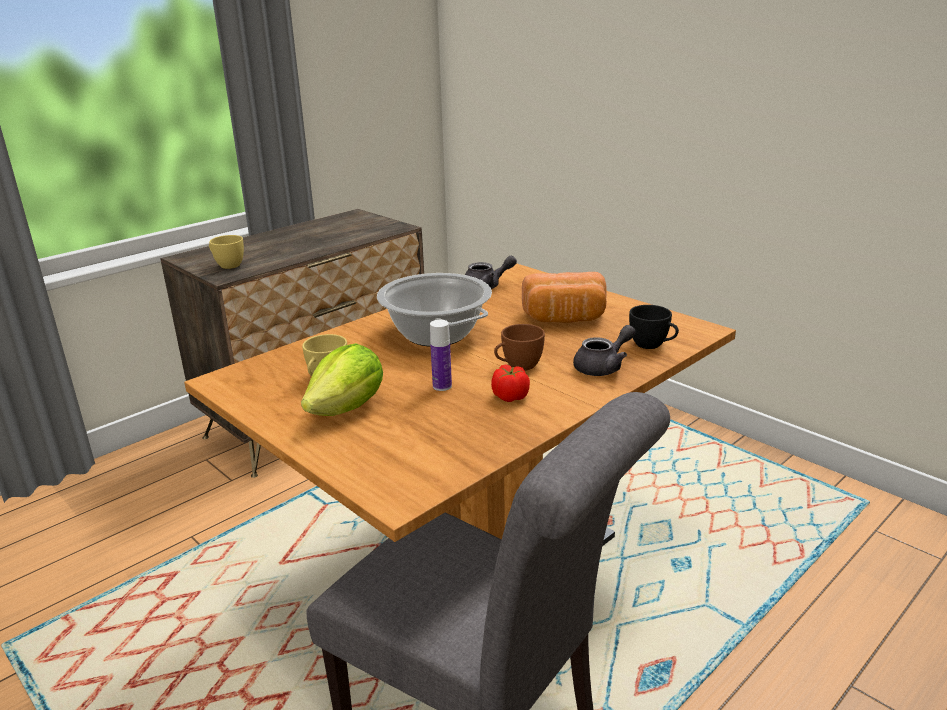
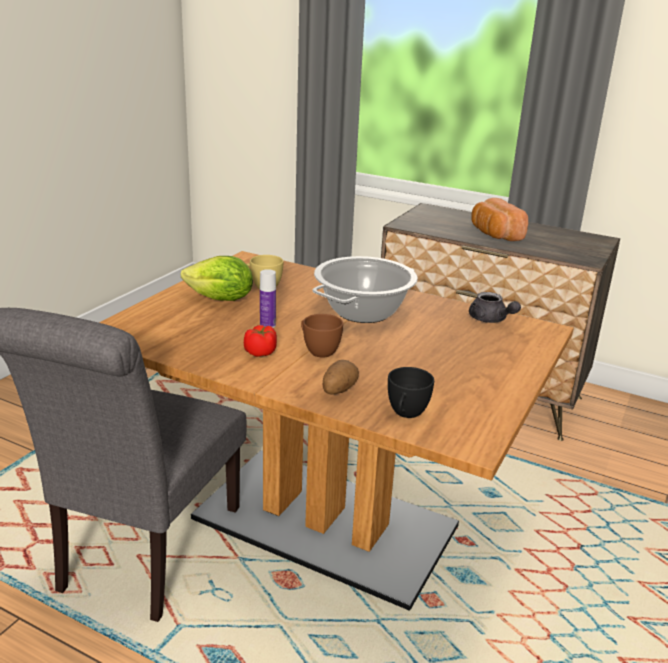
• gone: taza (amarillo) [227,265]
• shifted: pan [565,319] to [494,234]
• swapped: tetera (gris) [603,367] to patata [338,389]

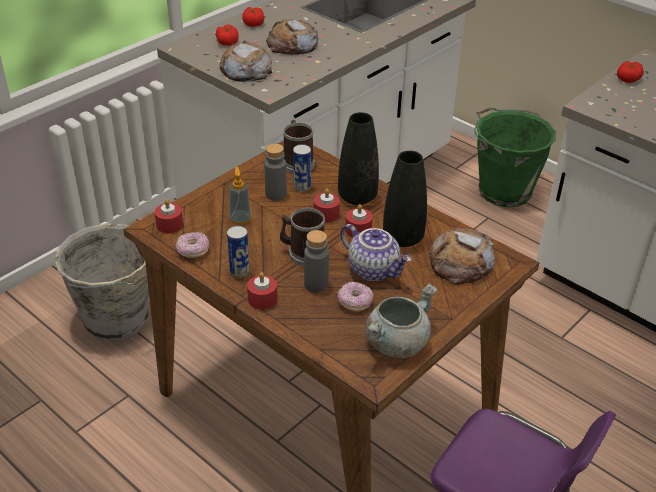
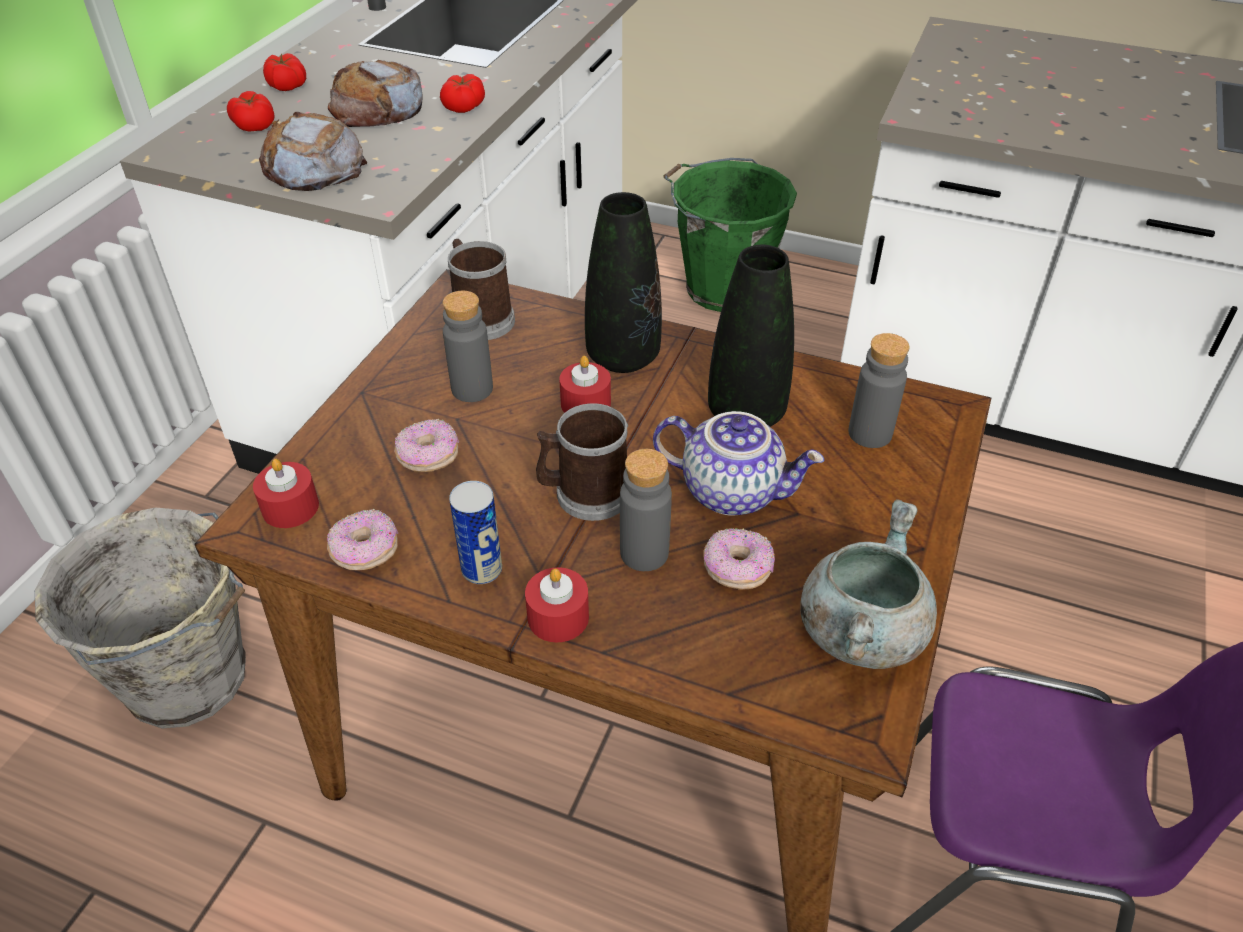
• swapped: dispensador de jabón [240,219] to rosquilla [428,457]
• gone: lata [302,187]
• gone: vela (rojo) [358,230]
• swapped: pan [460,262] to botella (gris) [870,433]
• shifted: tomate [628,79] to [464,106]

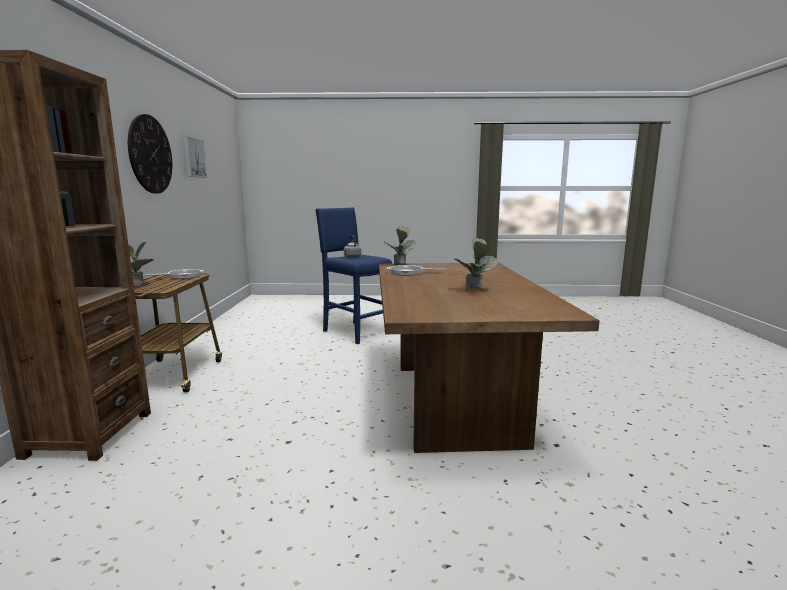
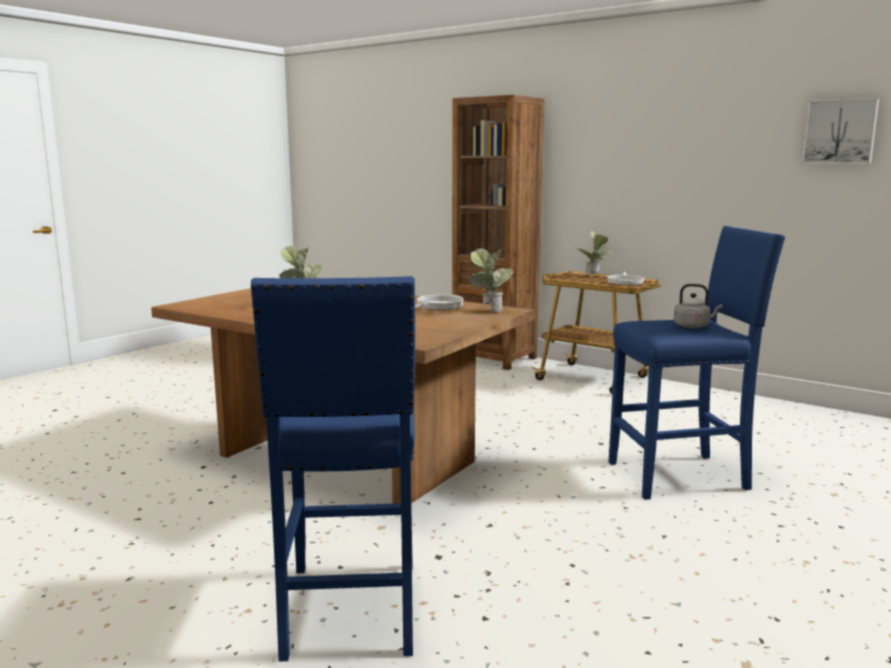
• gone: reloj de pared [150,154]
• new: taburete (azul) [350,611]

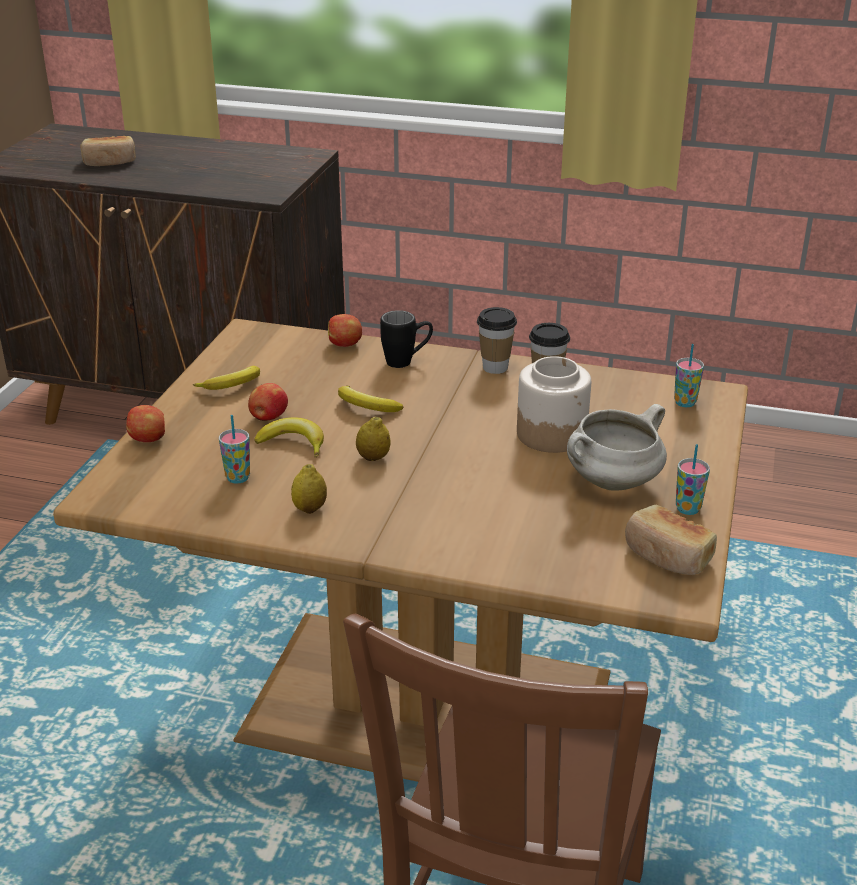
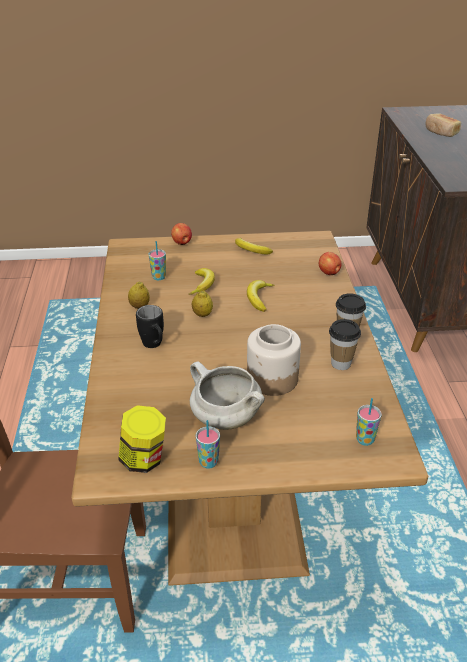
• gone: manzana [268,418]
• shifted: taza grande (negro) [407,361] to [154,346]
• swapped: pan [667,556] to tarro [144,459]

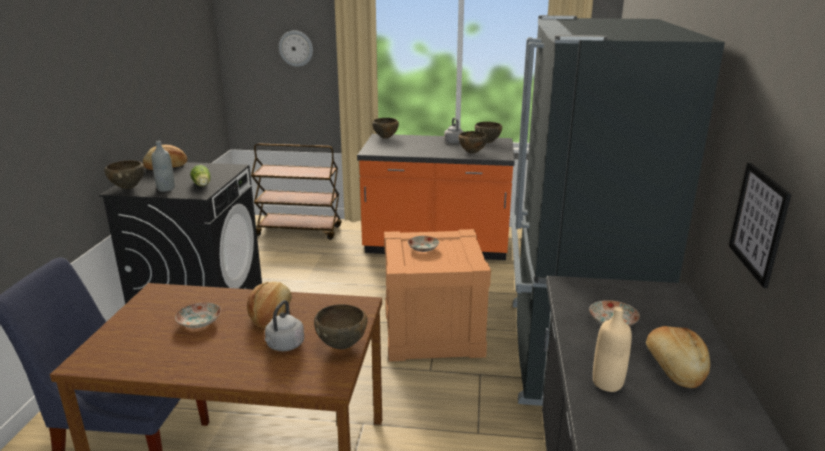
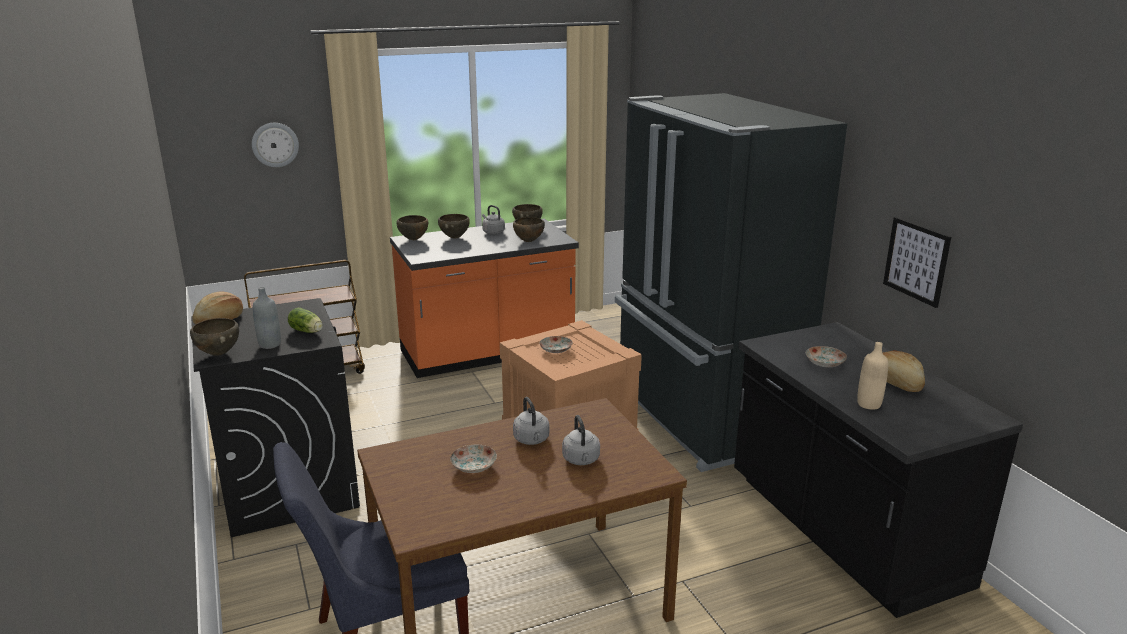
• swapped: pan [271,315] to hervidor (gris) [532,440]
• shifted: cuenco (marrón) [342,346] to [455,237]

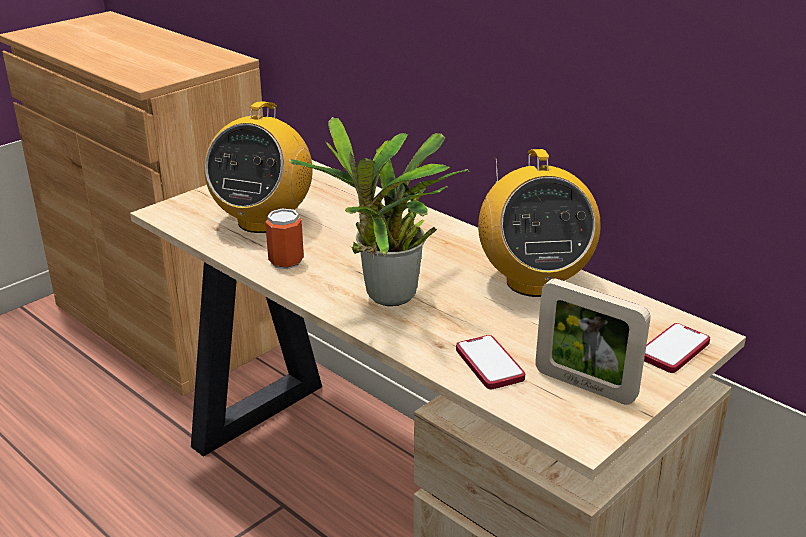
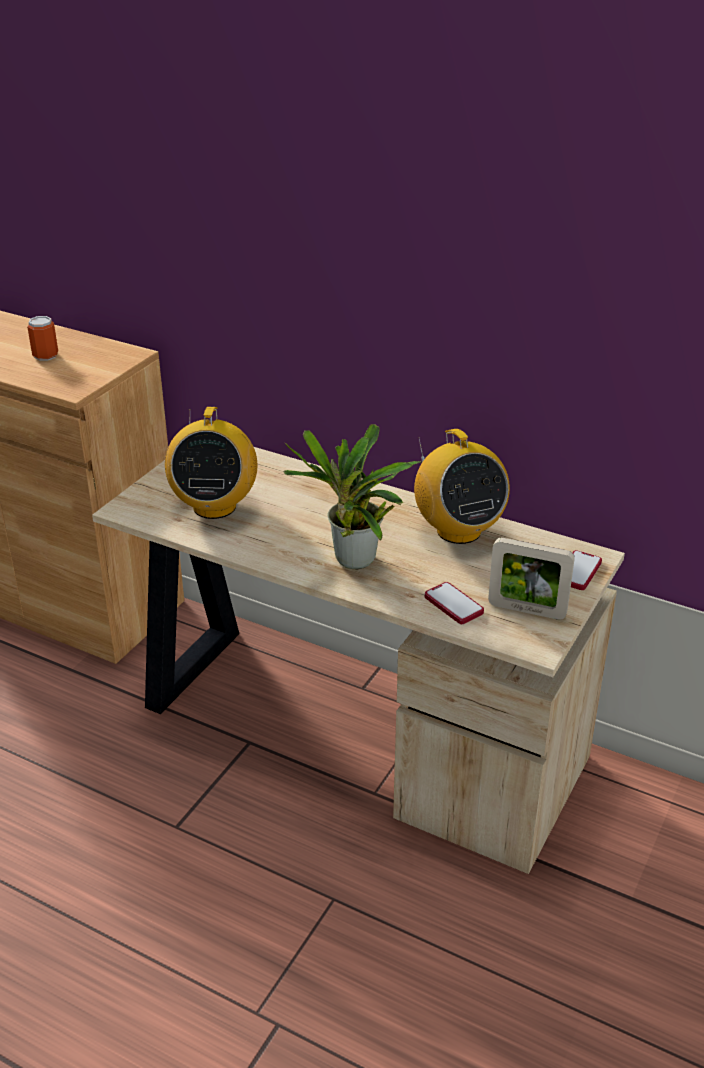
• shifted: lata [286,261] to [45,355]

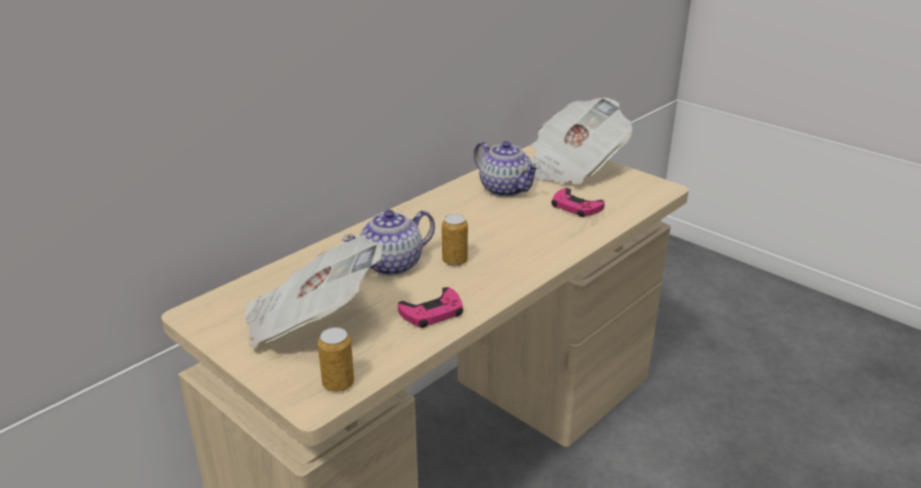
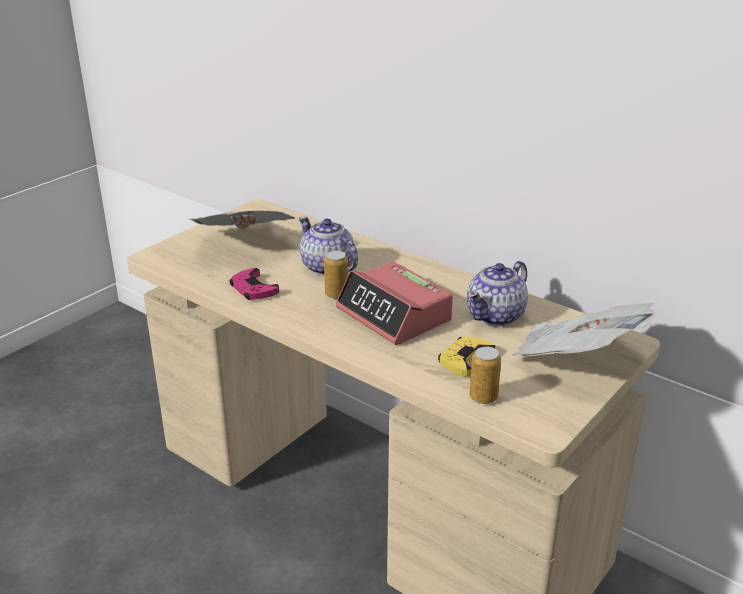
• shifted: lata [338,384] to [483,397]
• repainted: mando de consola (rosa) [575,207] to mando de consola (amarillo) [465,360]
• new: despertador [394,315]

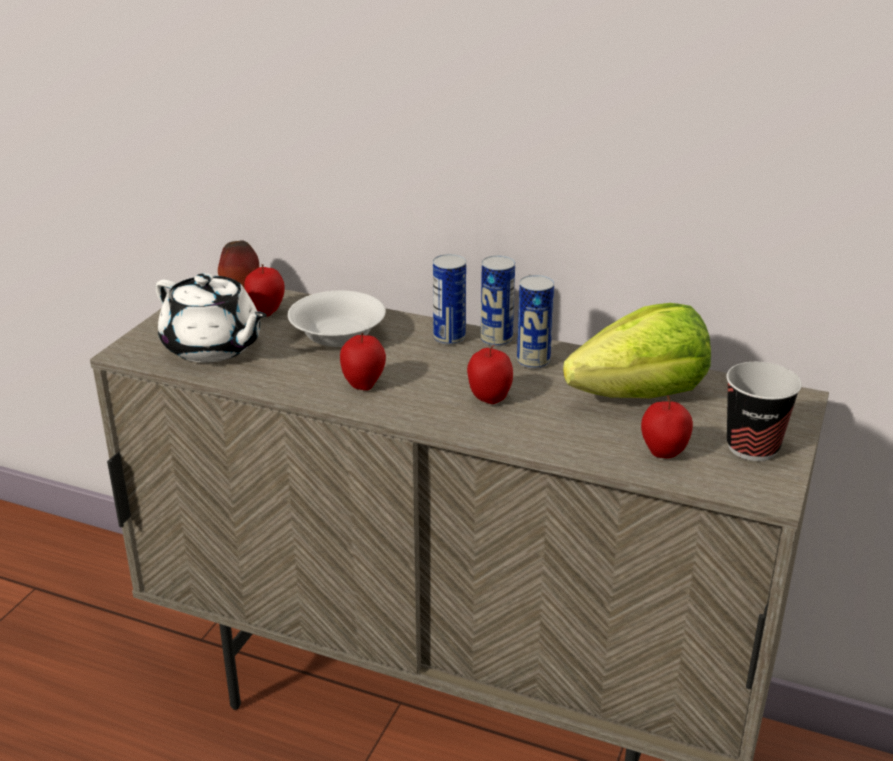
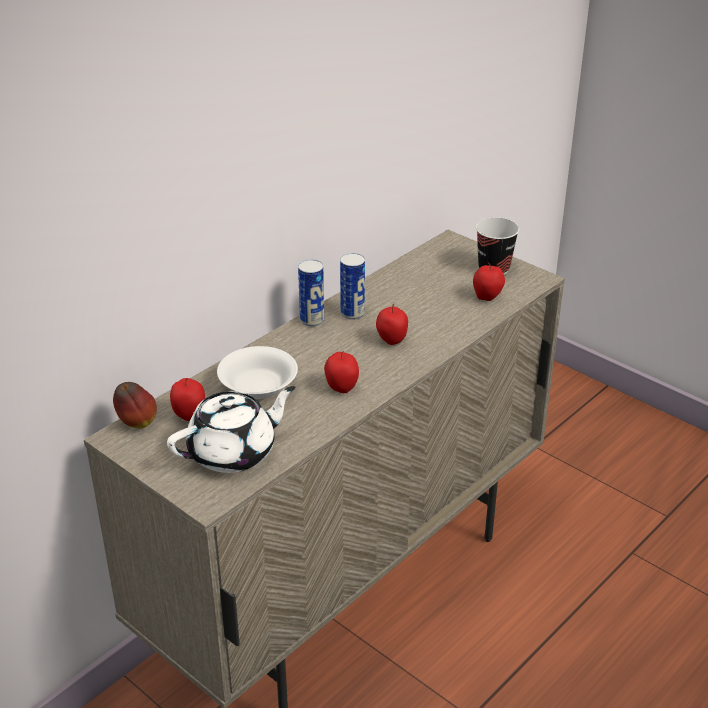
• gone: lata [449,338]
• gone: lechuga [641,396]

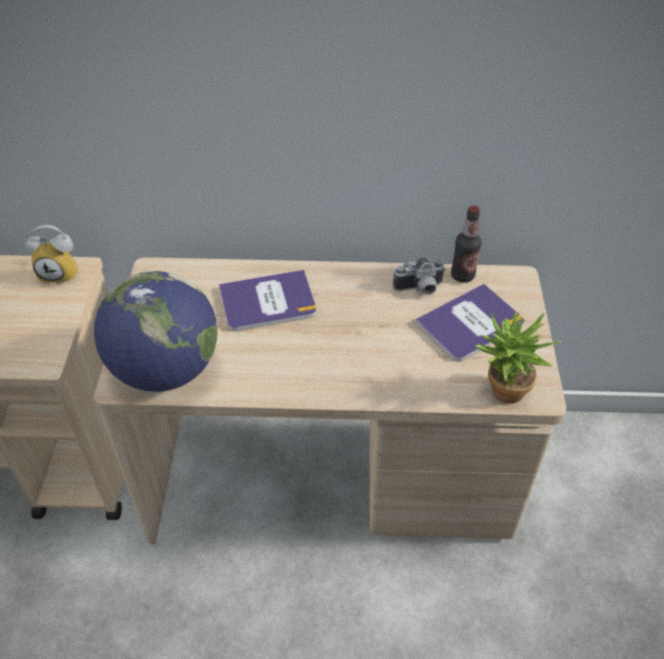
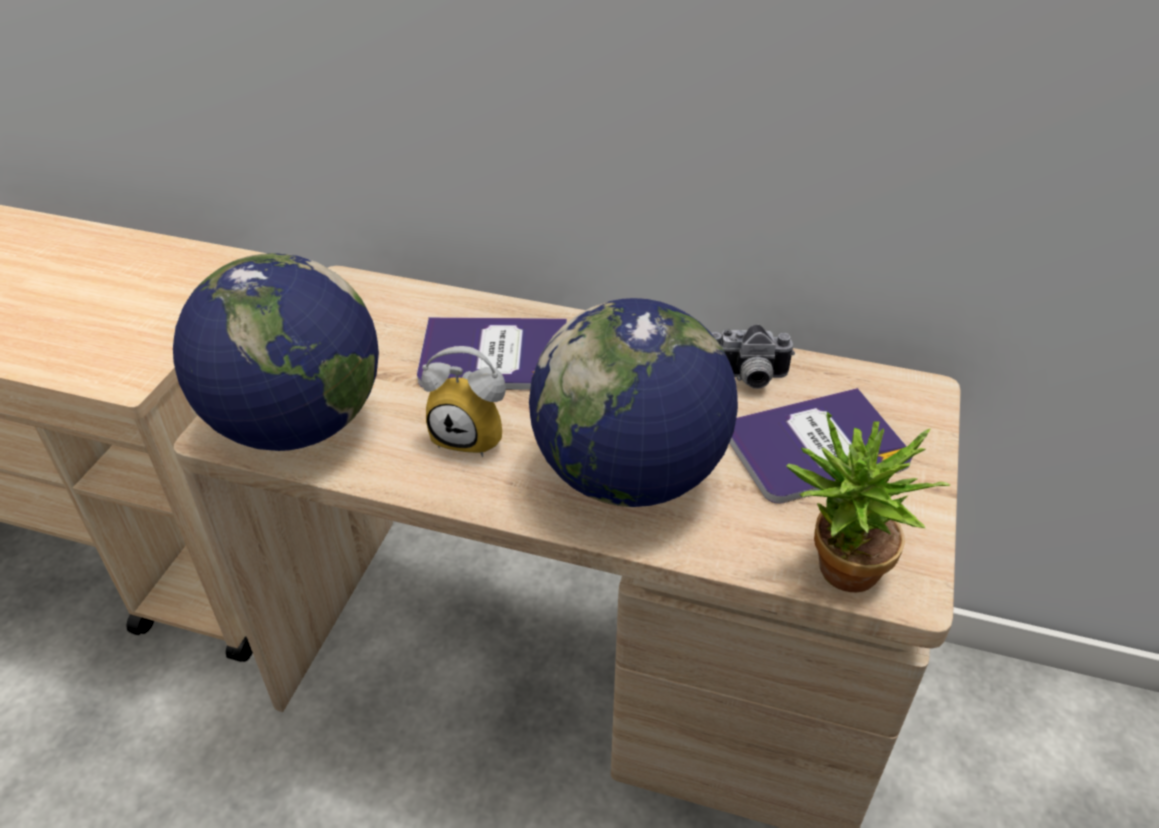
• shifted: despertador [62,273] to [473,435]
• gone: botella [462,275]
• new: globo terráqueo [629,475]

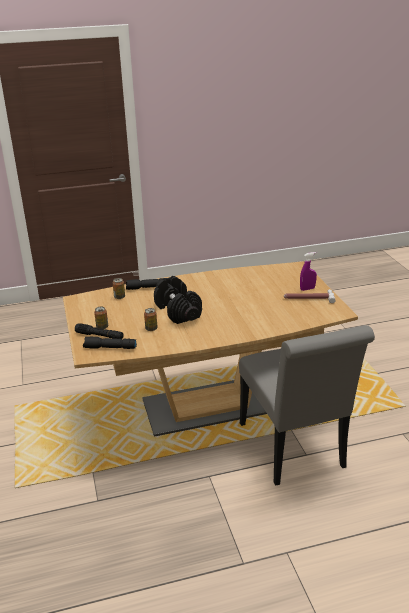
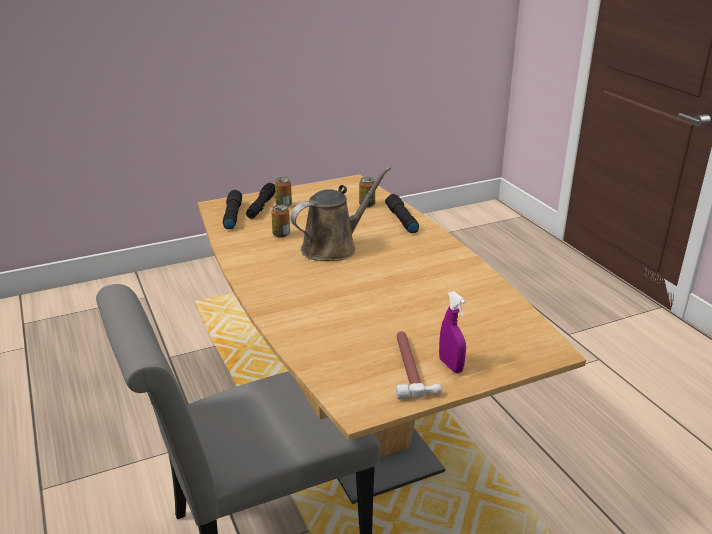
• swapped: mancuerna (negro) [177,311] to regadera (marrón) [333,247]

